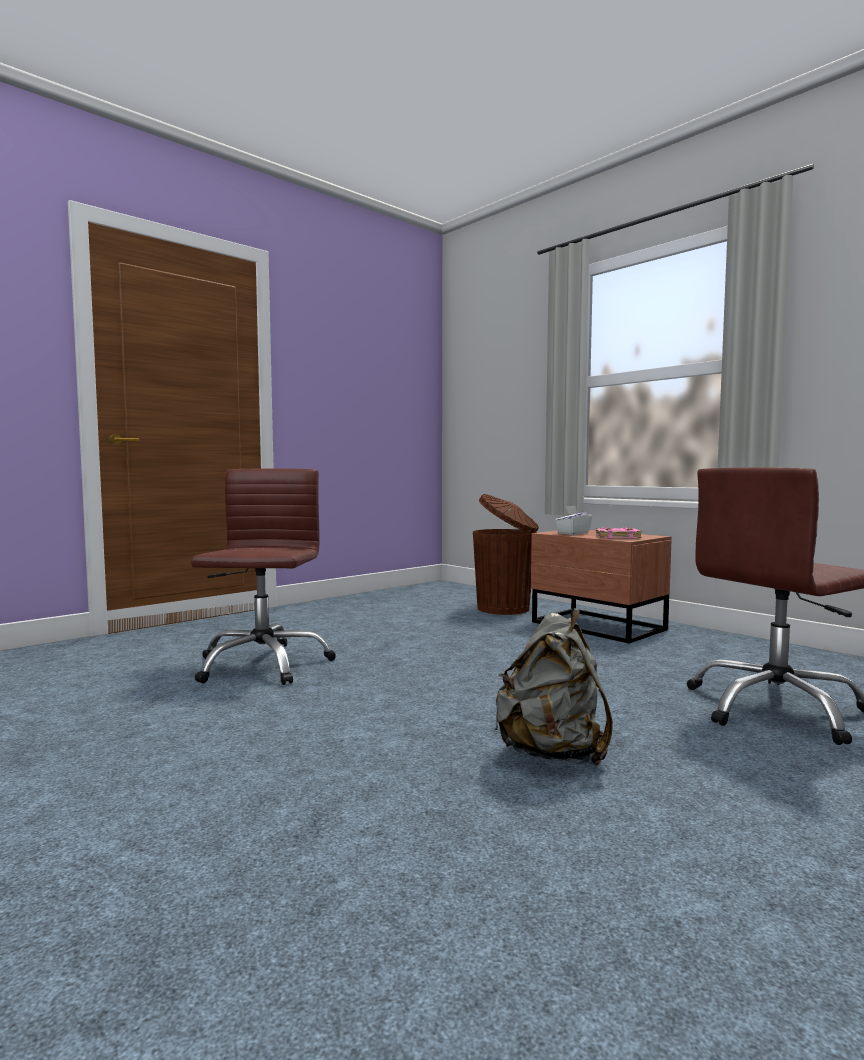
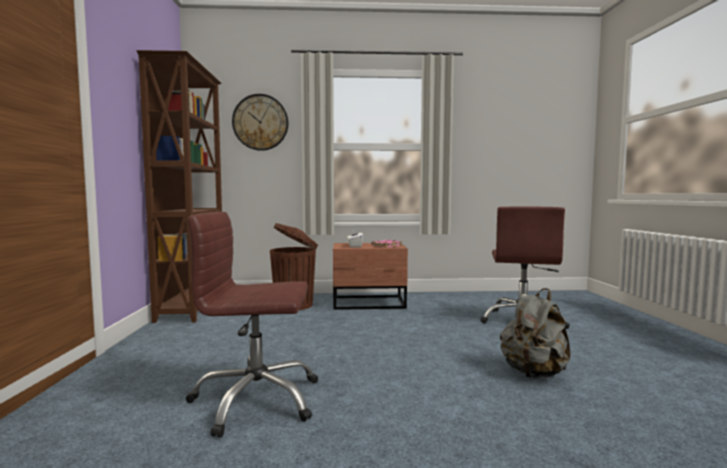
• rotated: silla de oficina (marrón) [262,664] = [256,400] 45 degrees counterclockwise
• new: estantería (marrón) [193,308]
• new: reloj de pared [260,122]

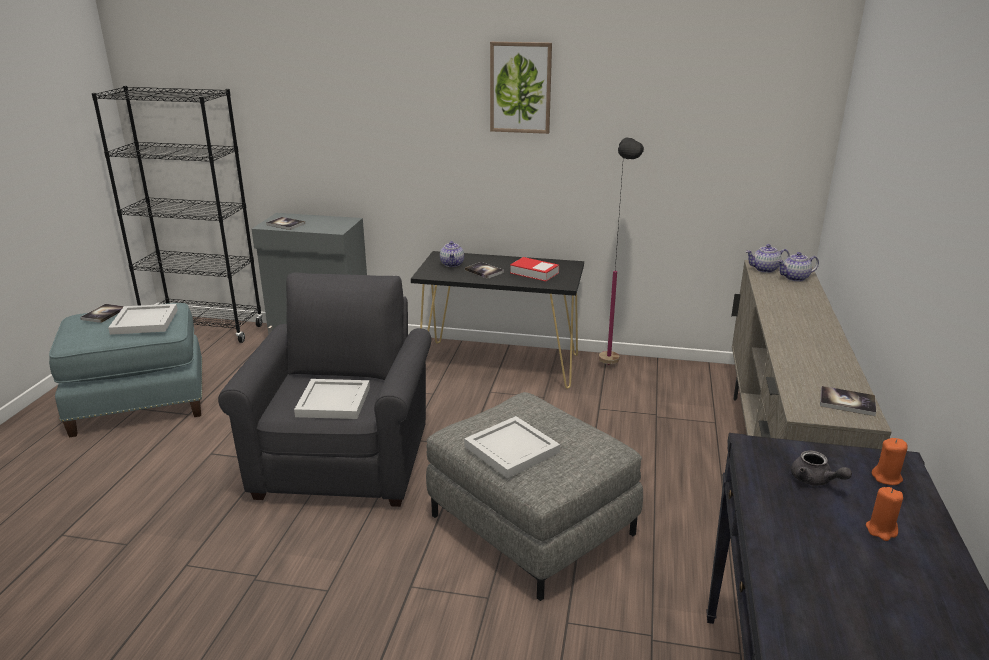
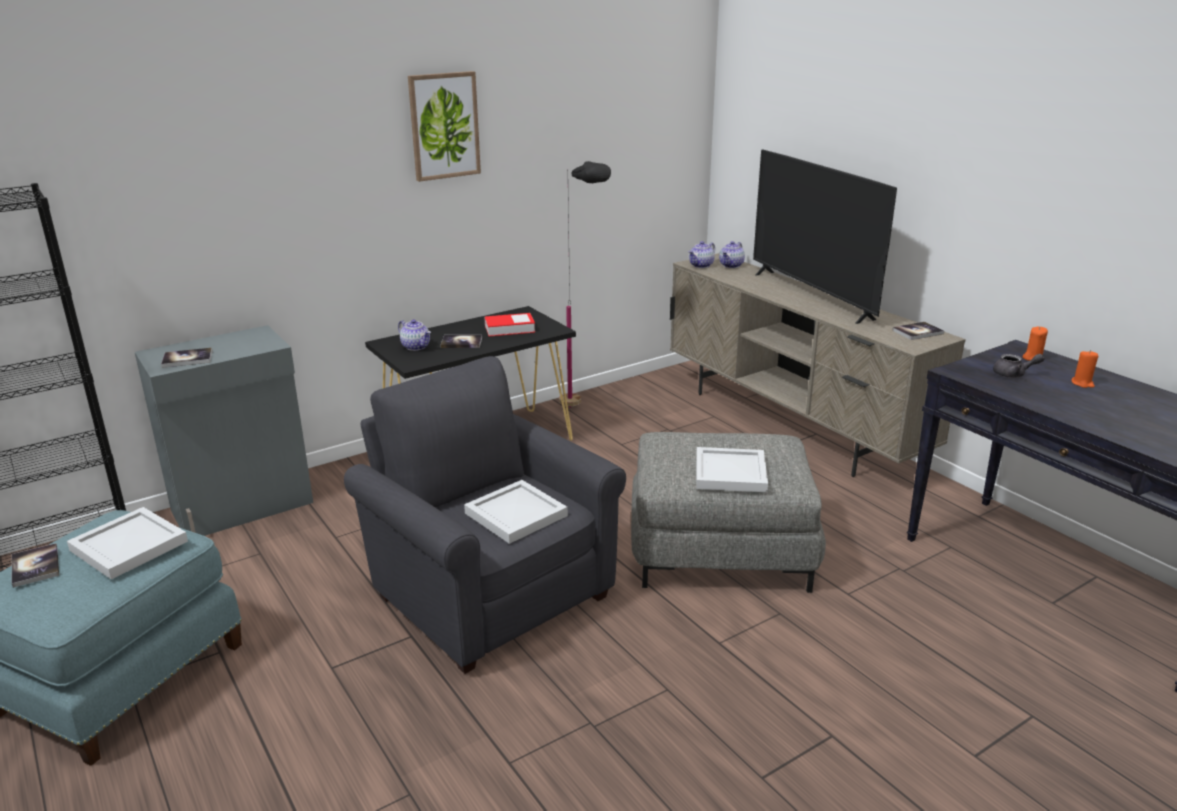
• new: televisor [811,296]

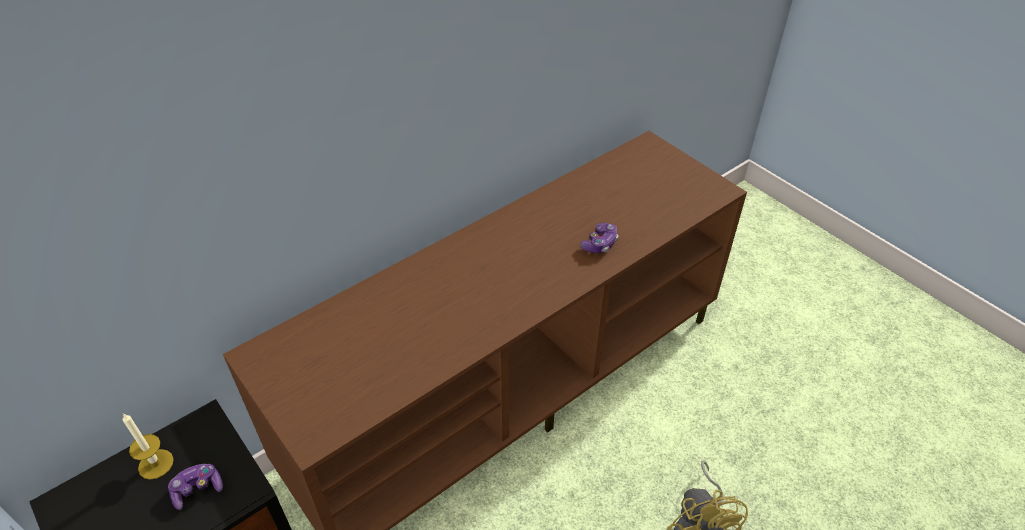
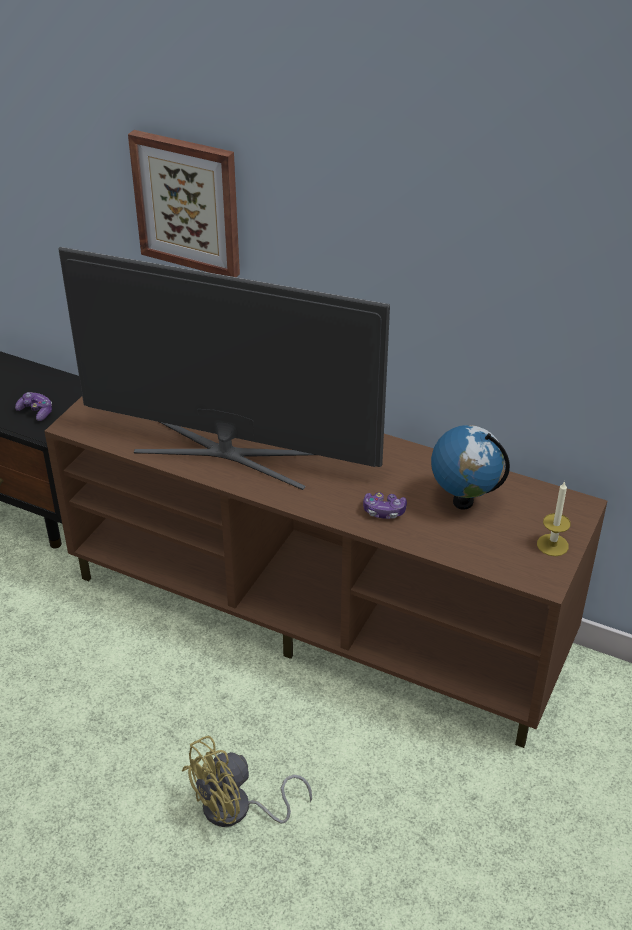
• shifted: vela [156,464] to [552,545]
• new: televisor [228,452]
• new: cuadro [188,203]
• new: globo terráqueo [463,501]

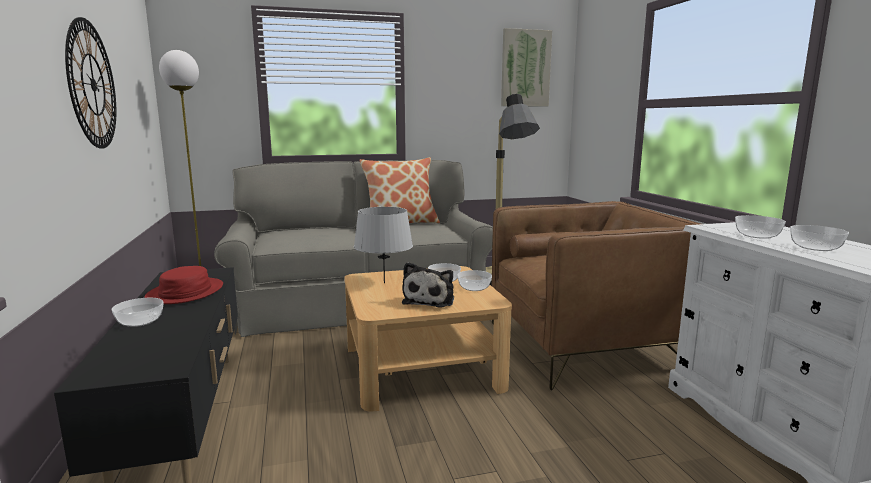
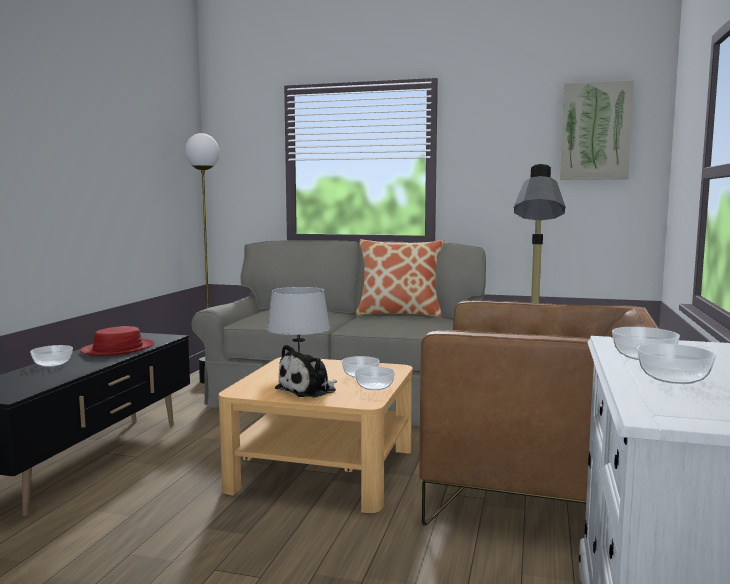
• gone: reloj de pared [92,85]

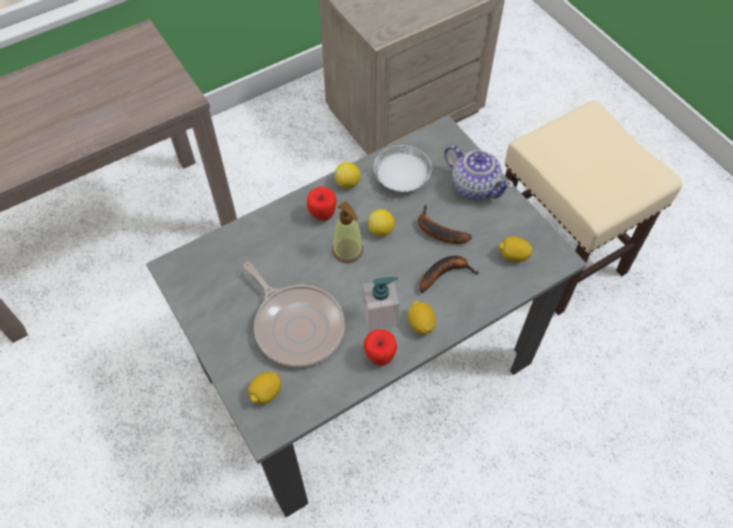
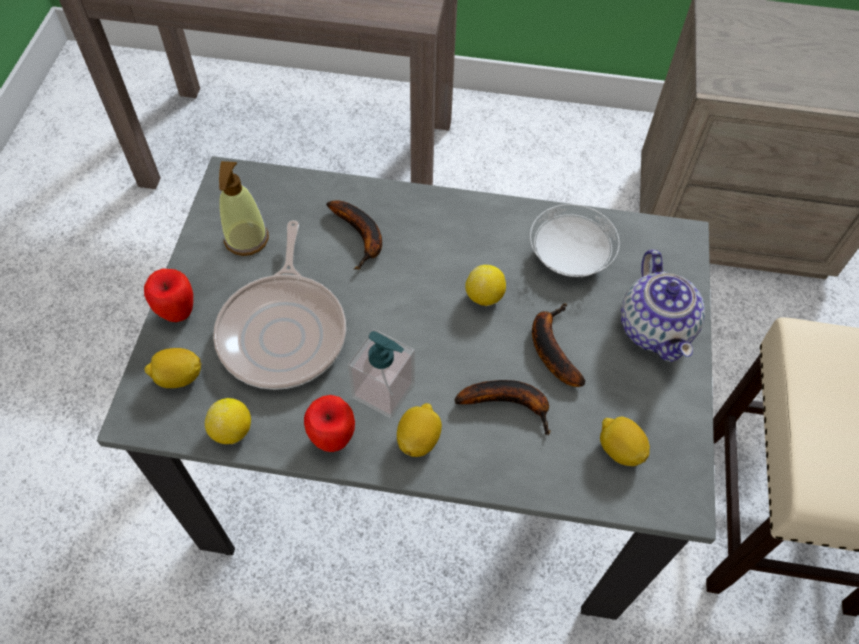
• shifted: manzana [322,215] to [177,313]
• shifted: dispensador de jabón [347,250] to [246,239]
• shifted: limón [348,183] to [232,431]
• new: plátano [361,236]

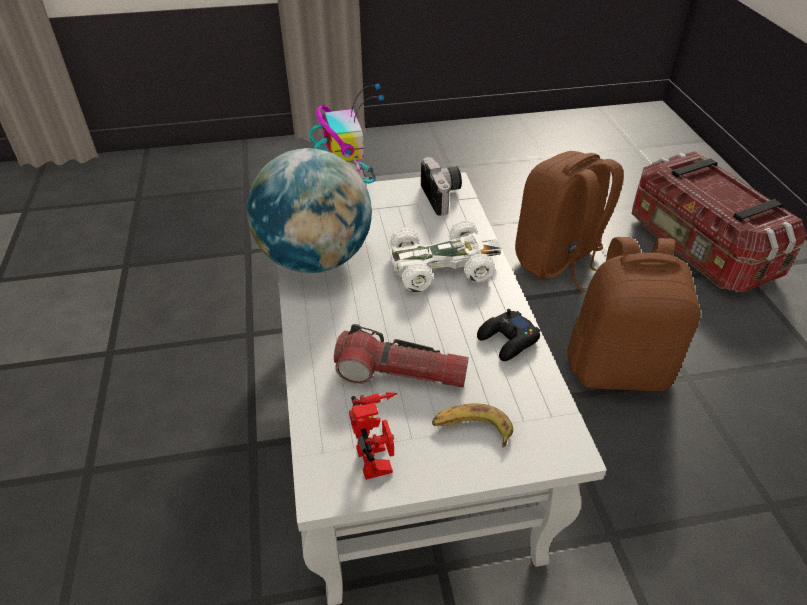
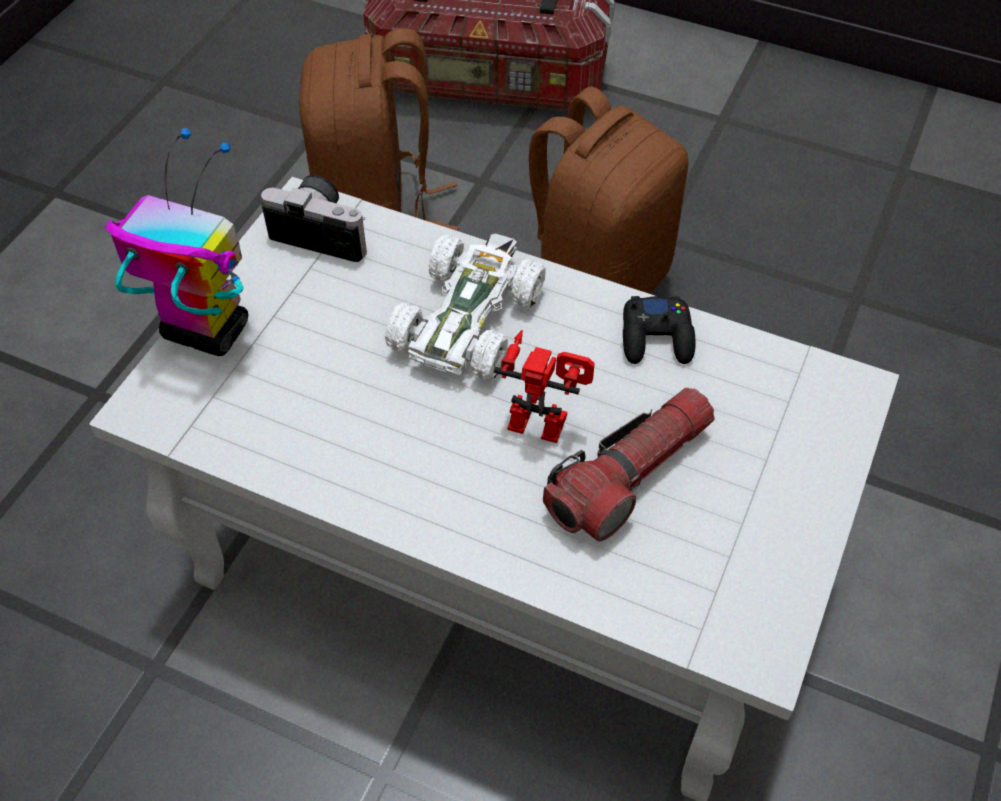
• gone: globo terráqueo [315,259]
• shifted: robot de juguete [380,461] to [543,417]
• gone: plátano [471,429]

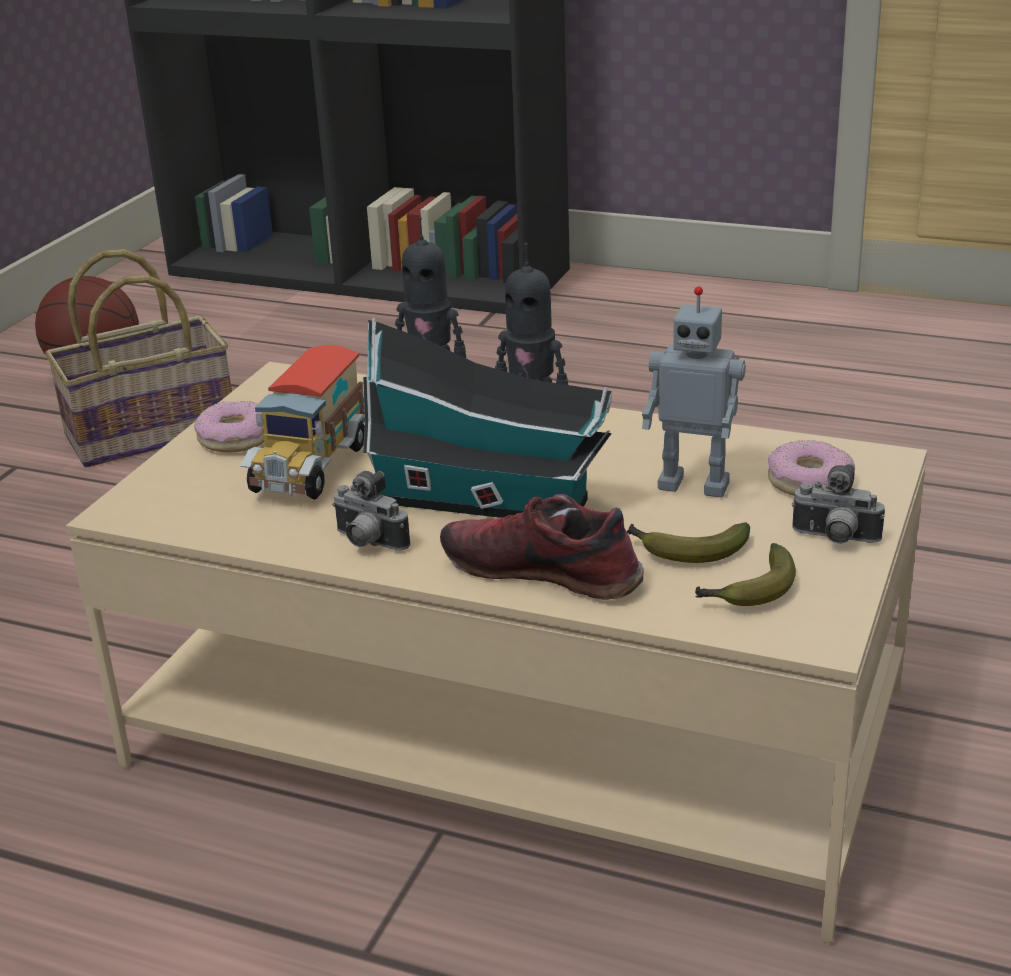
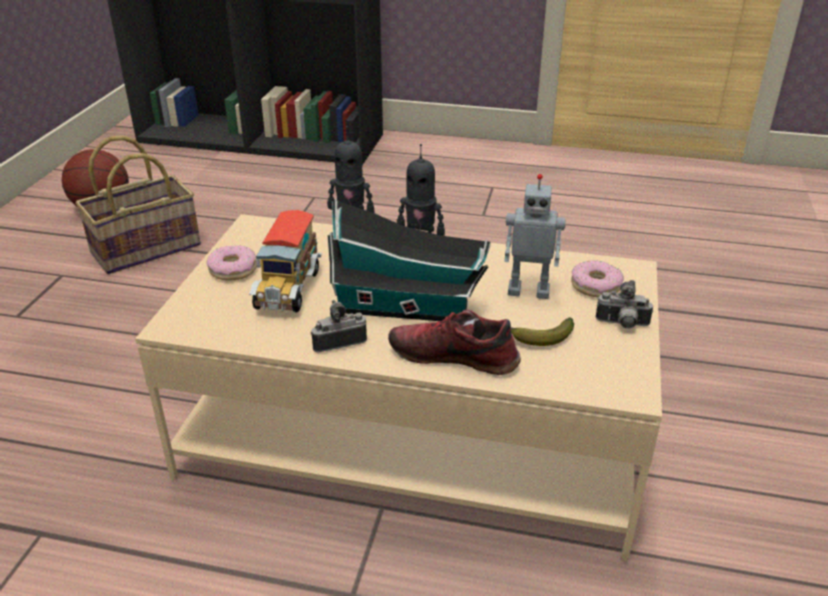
• rotated: cámara [368,543] = [338,342] 135 degrees clockwise
• gone: plátano [749,592]

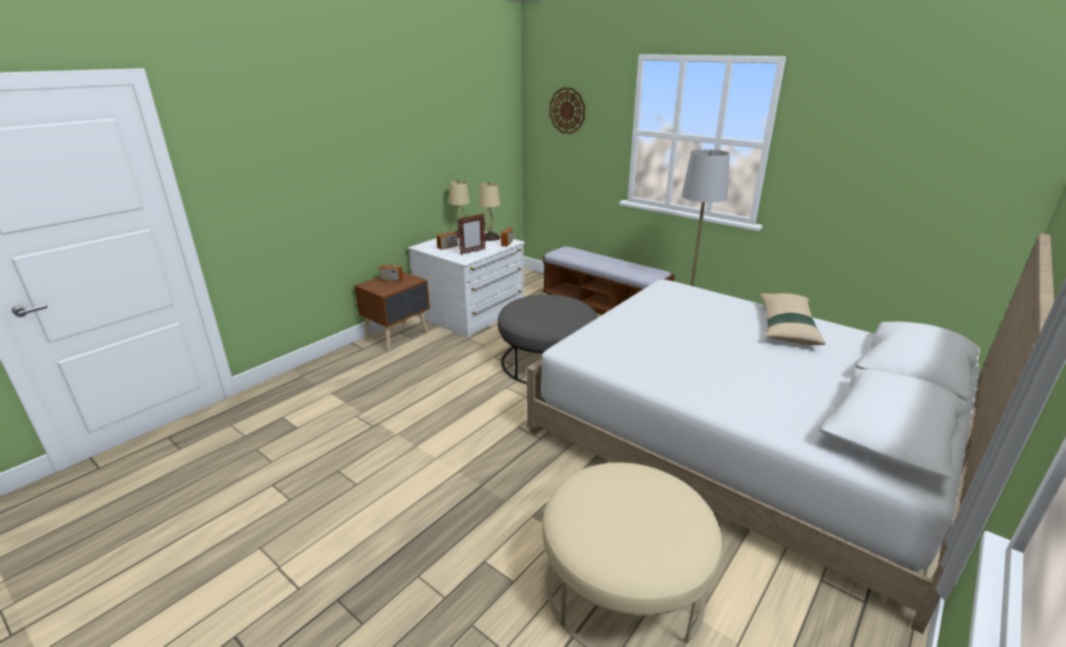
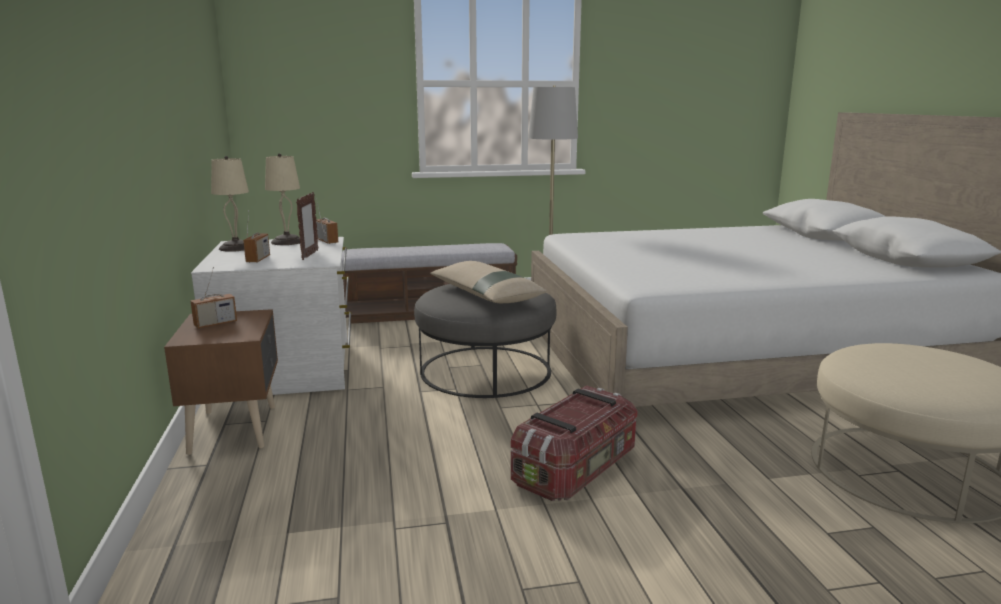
• gone: reloj de pared [567,110]
• shifted: cojín (beis) [787,327] to [485,294]
• new: caja de almacenaje [576,469]

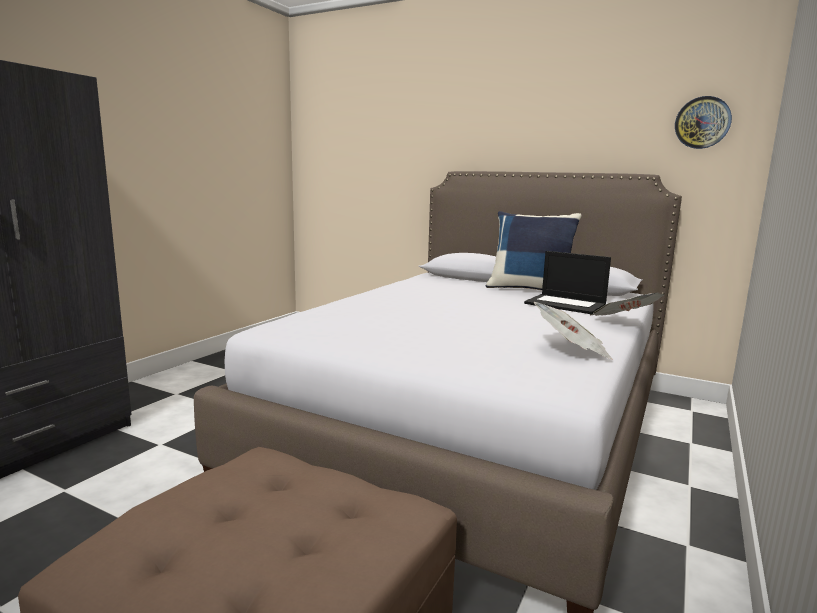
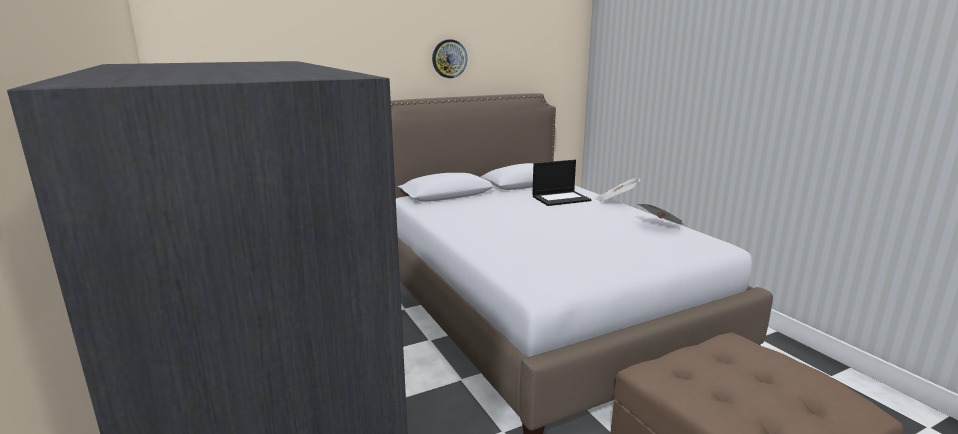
• gone: cojín (azul) [530,289]
• shifted: reloj de pared [702,122] to [449,58]

